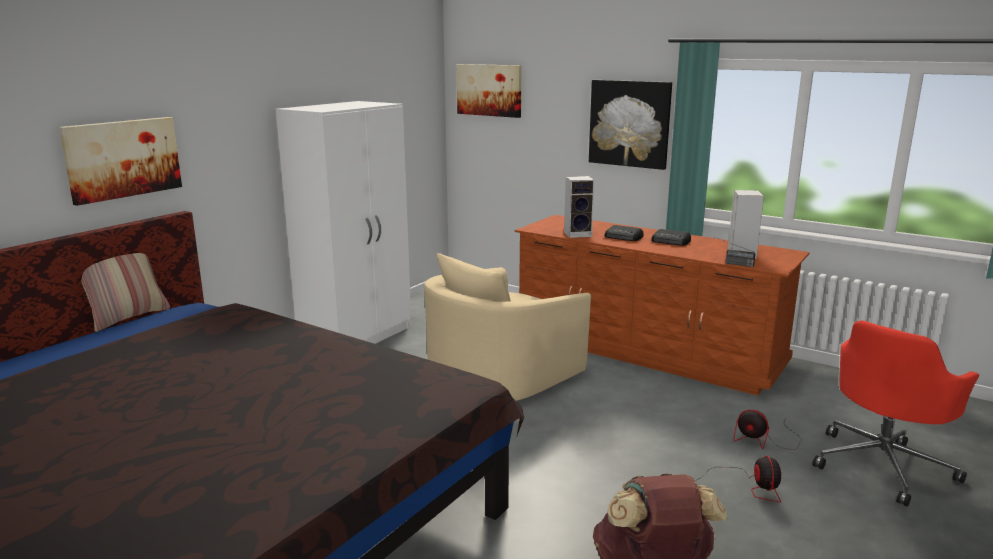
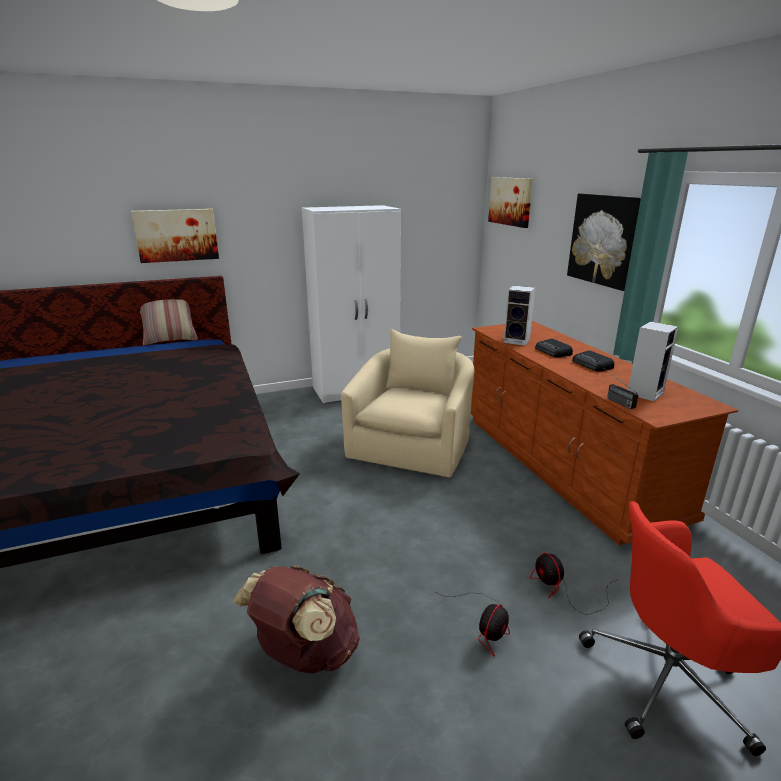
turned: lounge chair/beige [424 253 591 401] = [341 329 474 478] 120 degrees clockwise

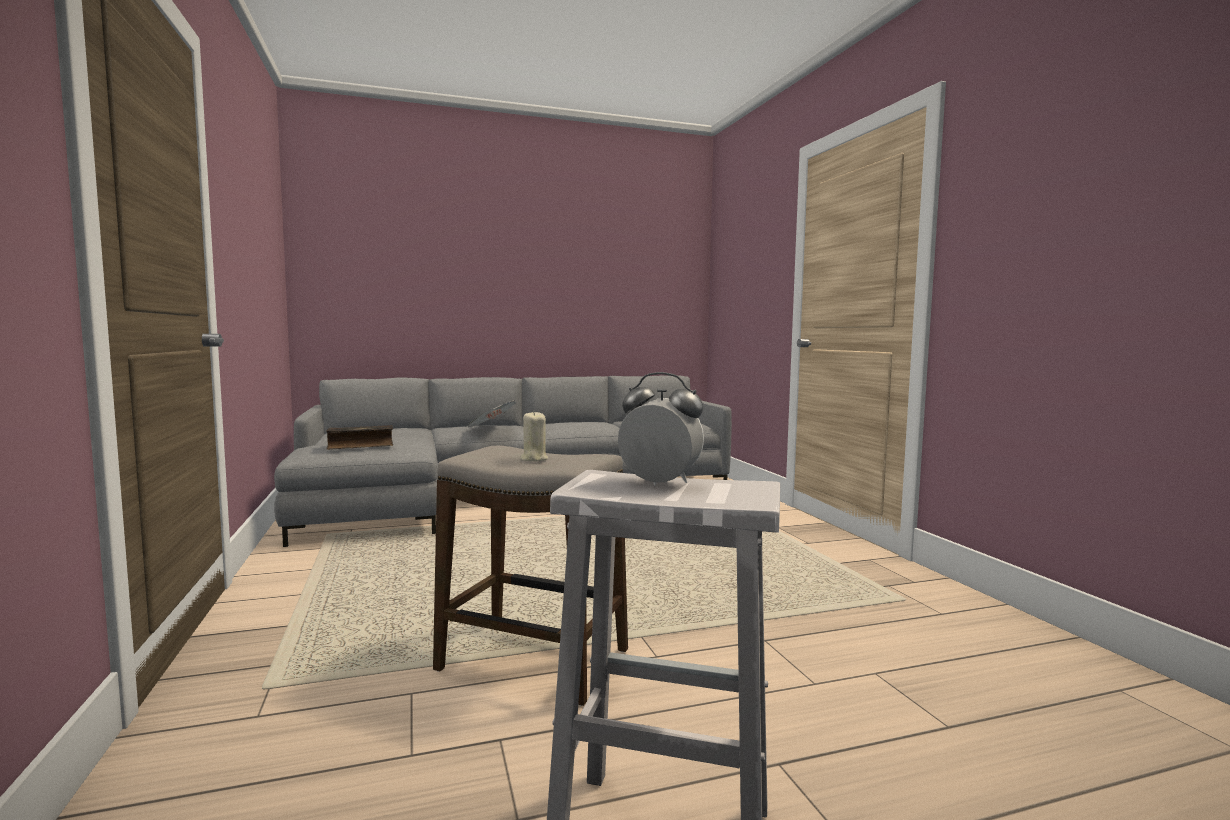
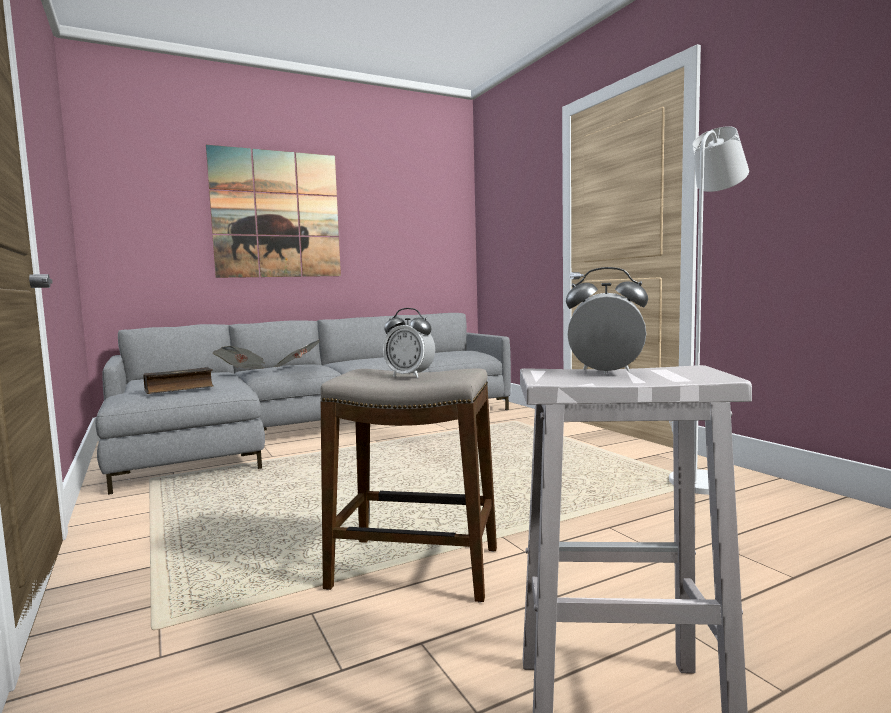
added: wall art [206 145 341 278]; newspaper [213 346 265 369]; standing lamp/white [669 126 749 495]
replaced: wax candle/beige [520 411 548 462] to bedside clock [383 308 435 378]

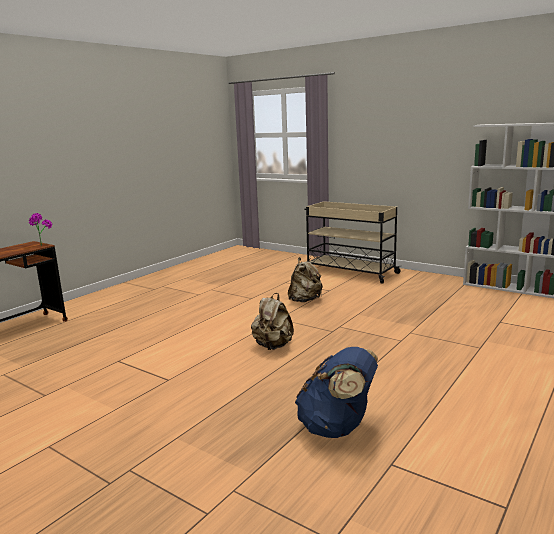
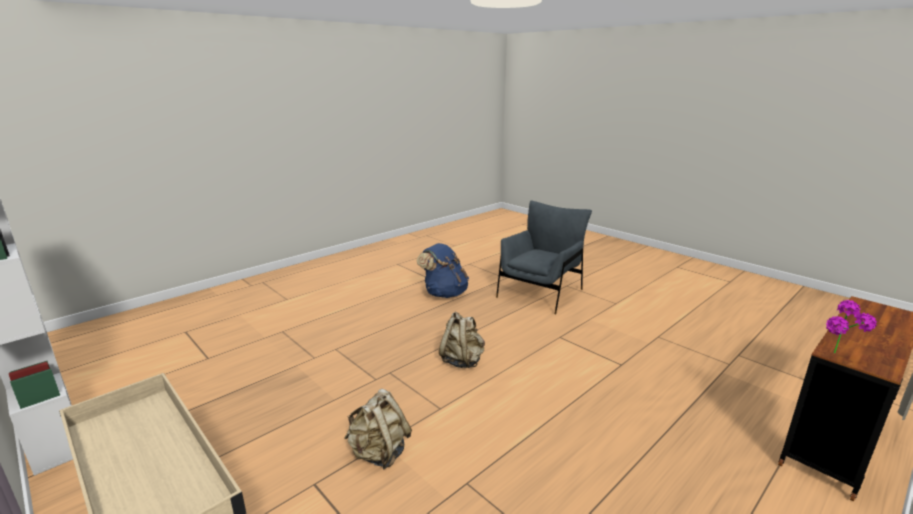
added: lounge chair/grey [496 200 592 314]

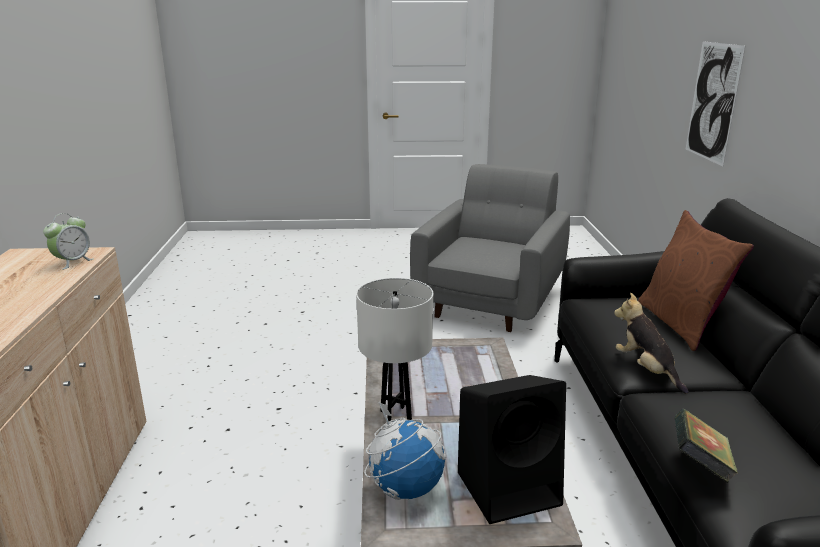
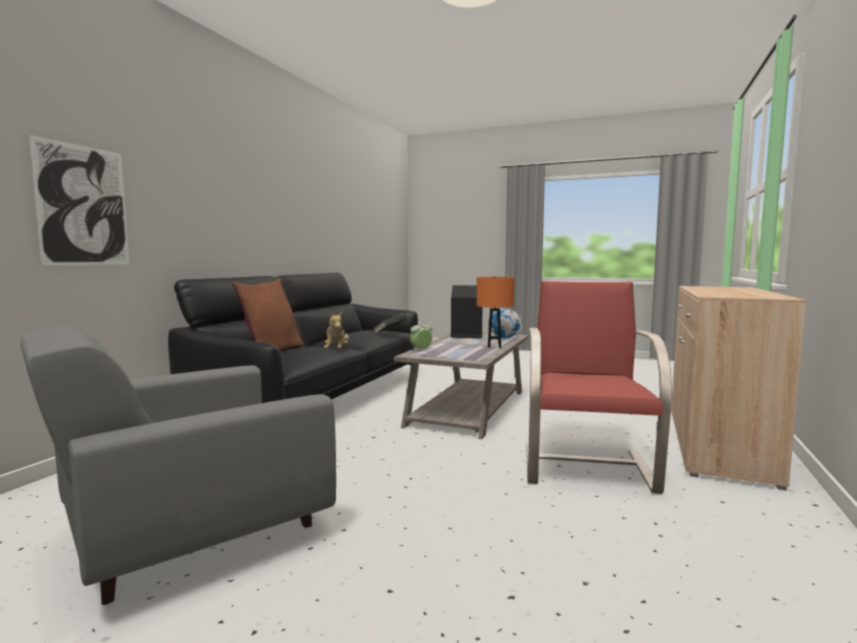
added: lounge chair/red [526 281 672 494]
moved: bedside clock [43 213 94 270] to [410 321 432 351]
recoloured: table lamp/white [356 278 433 421] to table lamp/orangey [477 277 514 348]

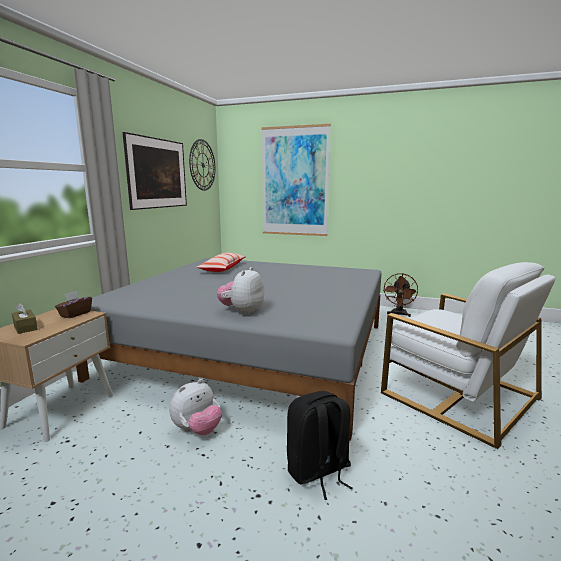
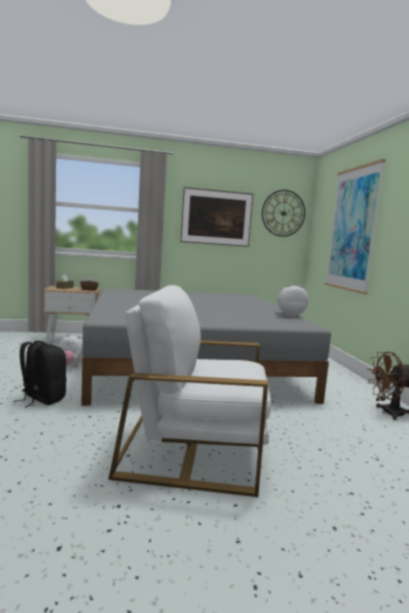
removed: cushion [196 252 245 272]
moved: cuddly toy [217 267 264 315] to [277 284 308 317]
turned: lounge chair/white [381 262 555 449] = [108 285 271 497] 75 degrees clockwise

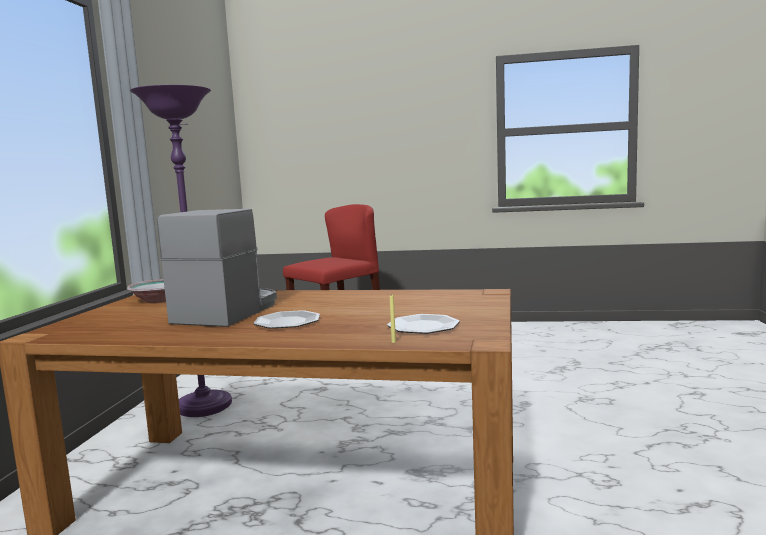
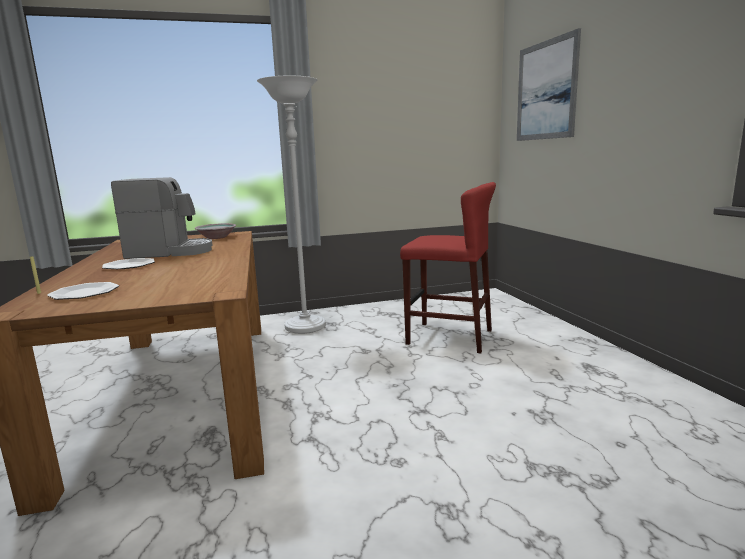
added: wall art [517 28 581 141]
recoloured: standing lamp/purple-coloured [130 85 232 417] to standing lamp/white [257 76 326 334]

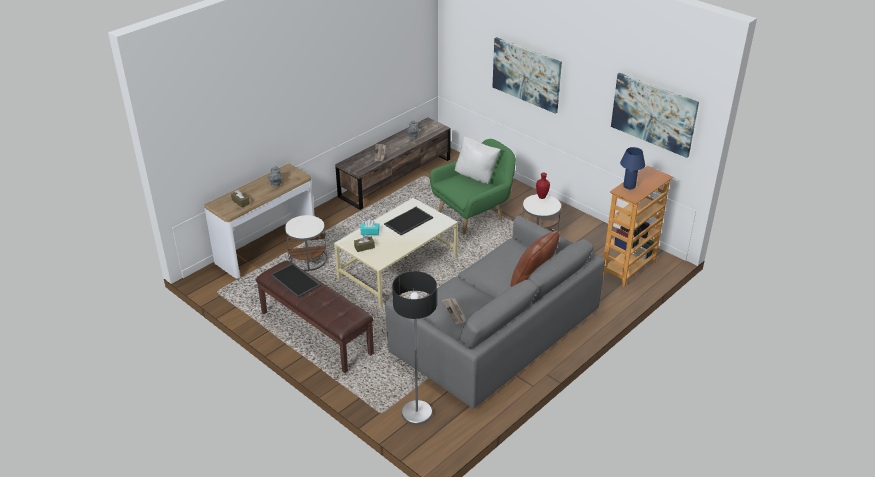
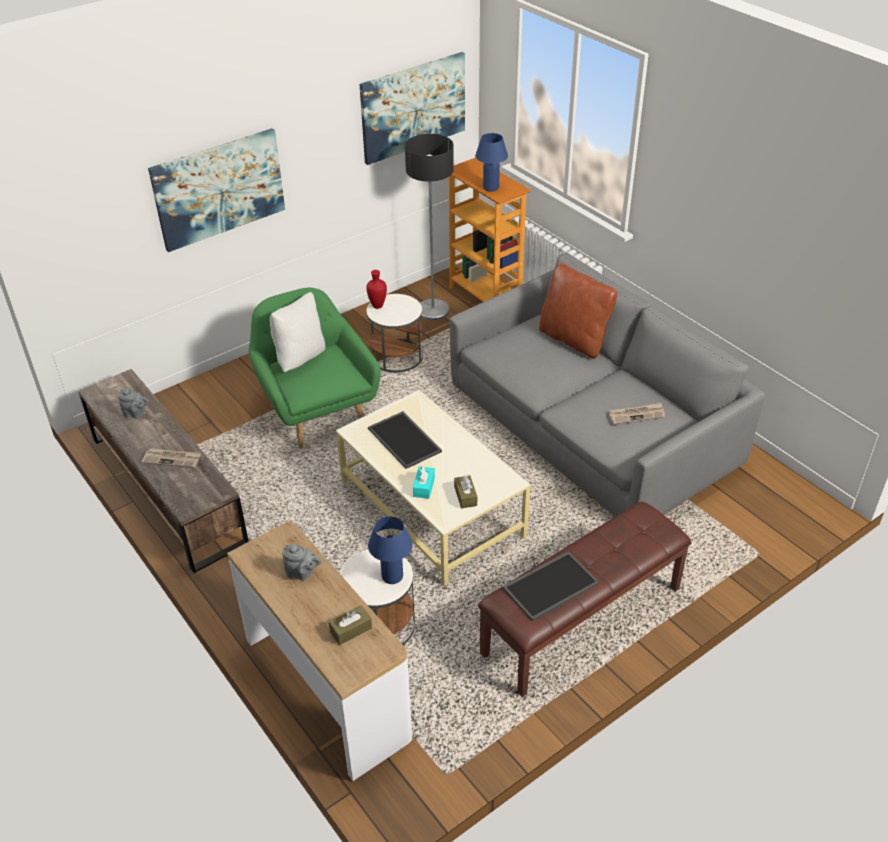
added: table lamp/blue [368 516 413 584]
moved: standing lamp [392 271 437 425] to [405 134 454 320]

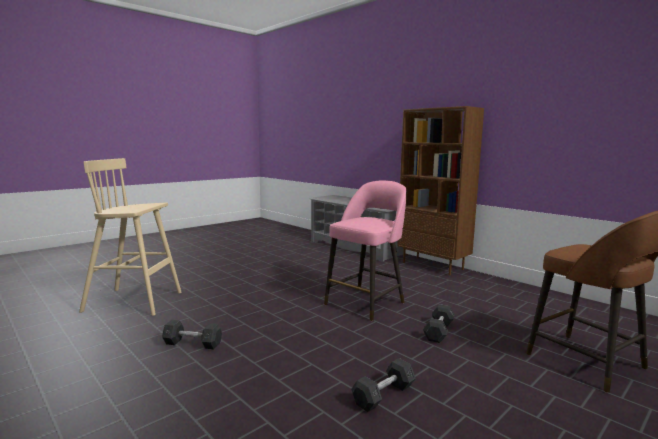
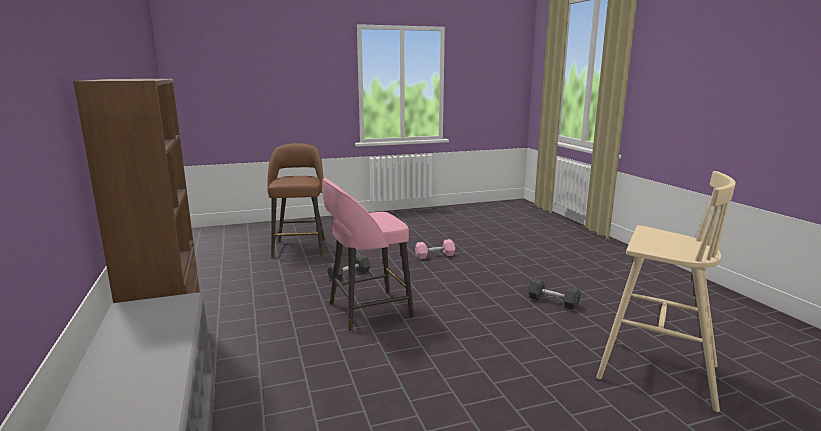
recoloured: hand weight/grey [351 358 416 412] to hand weight/pink-coloured [415 239 455 259]

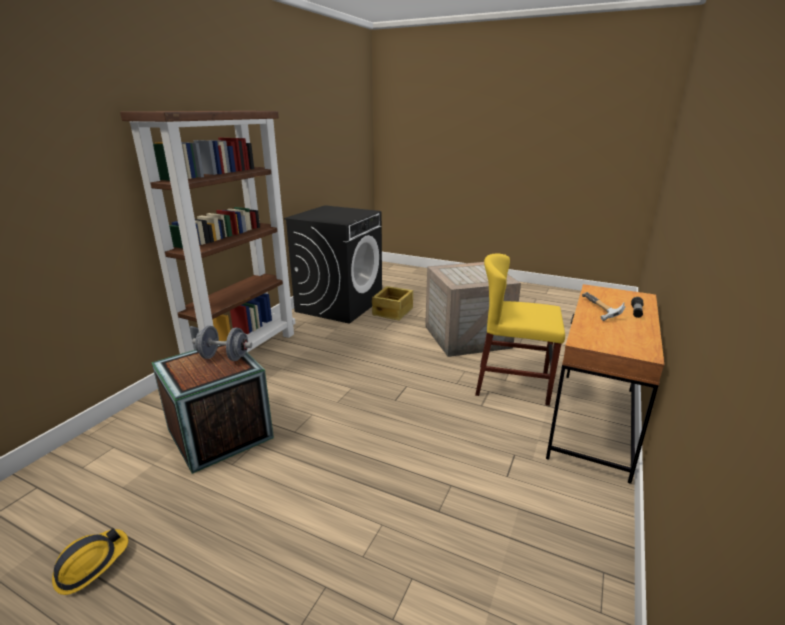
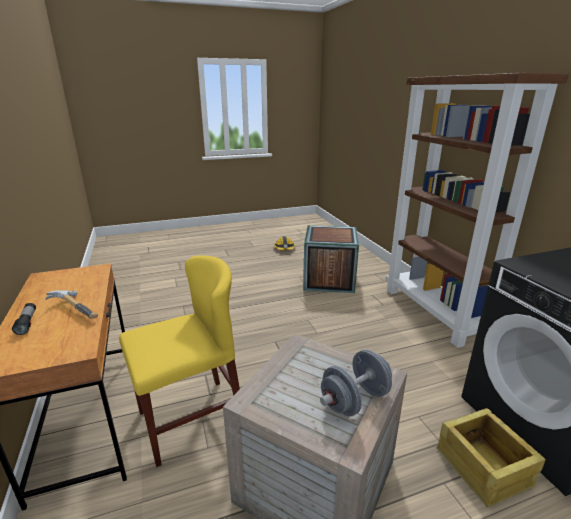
moved: hand weight/grey [192 326 252 361] to [320 350 392 417]

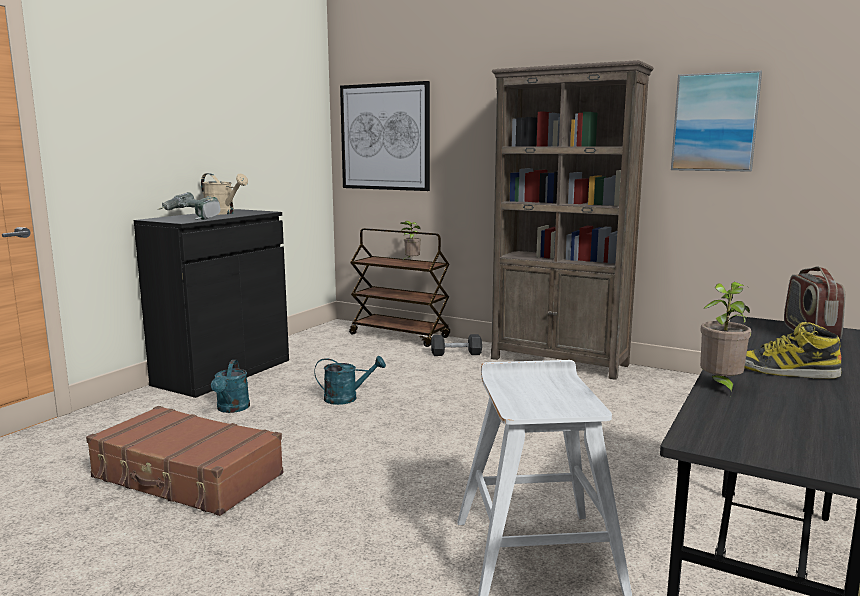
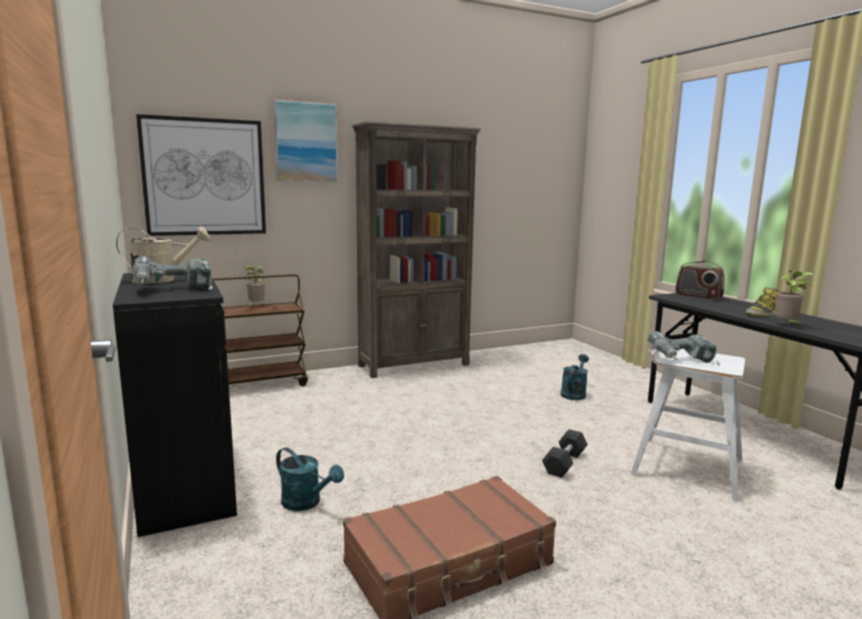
added: power drill [648 331 720 365]
moved: watering can/turquoise [314 356 386 405] to [561 354 589 400]; hand weight/blackish [431 334 482 356] to [542 429 588 477]; wall art [671 70 762 172] to [273 99 338 182]

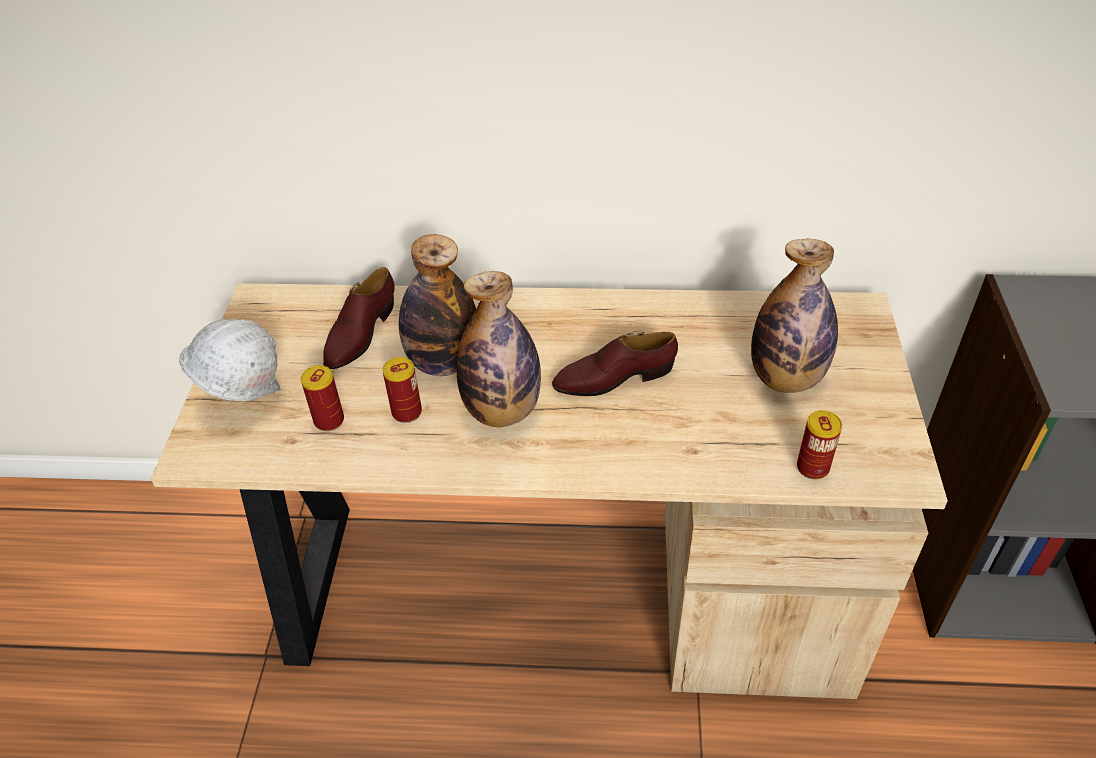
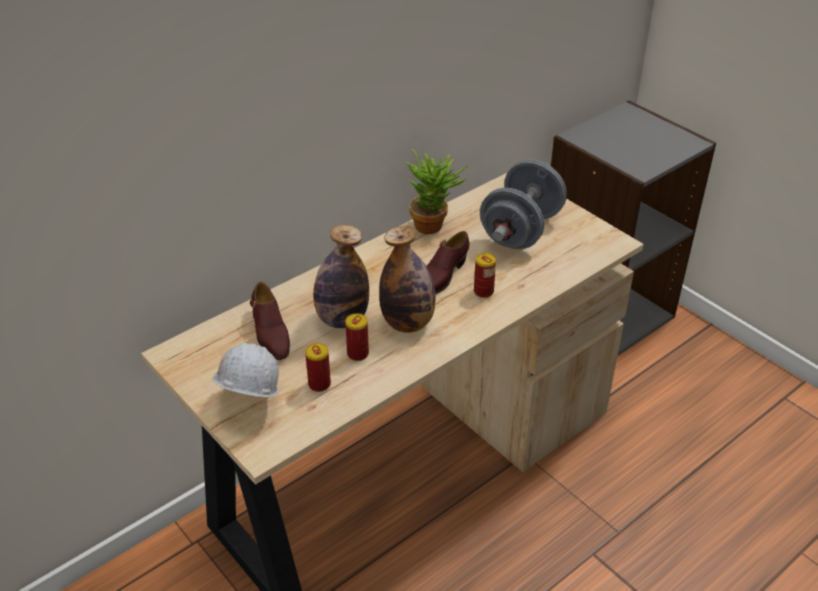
added: houseplant [406 149 469 234]
moved: can [797 410 842 480] to [474 253 496 298]
replaced: bottle [751 238 838 393] to hand weight/grey [480 159 567 249]

